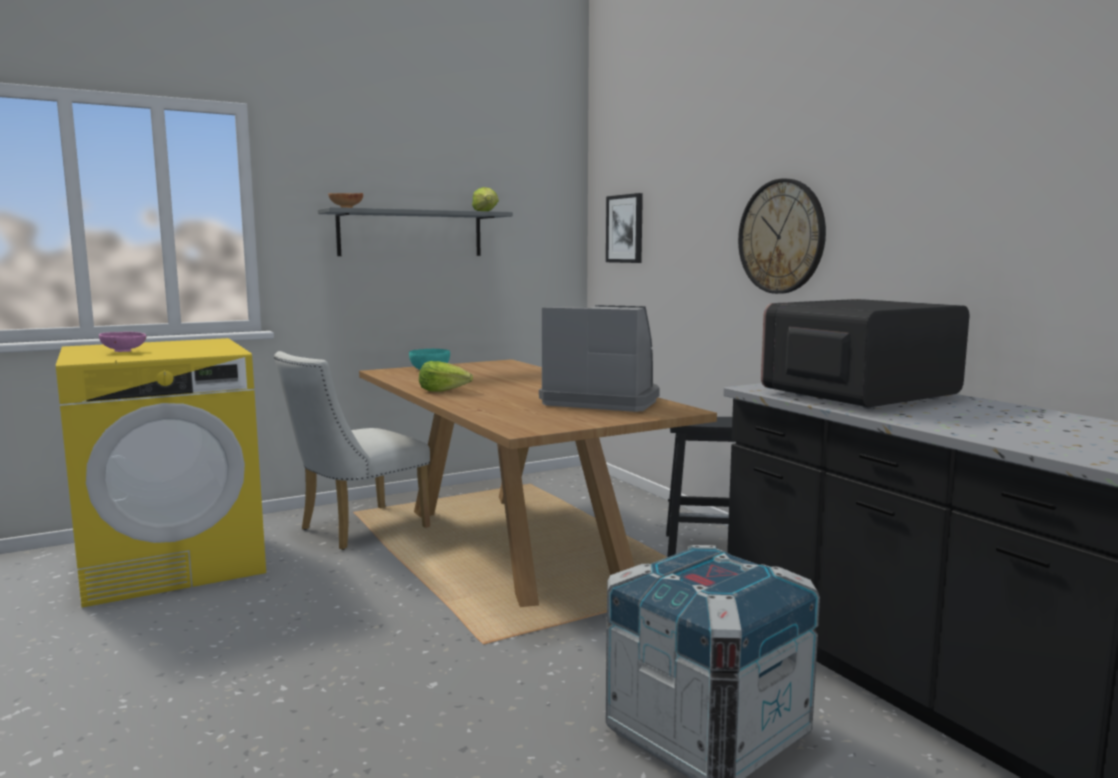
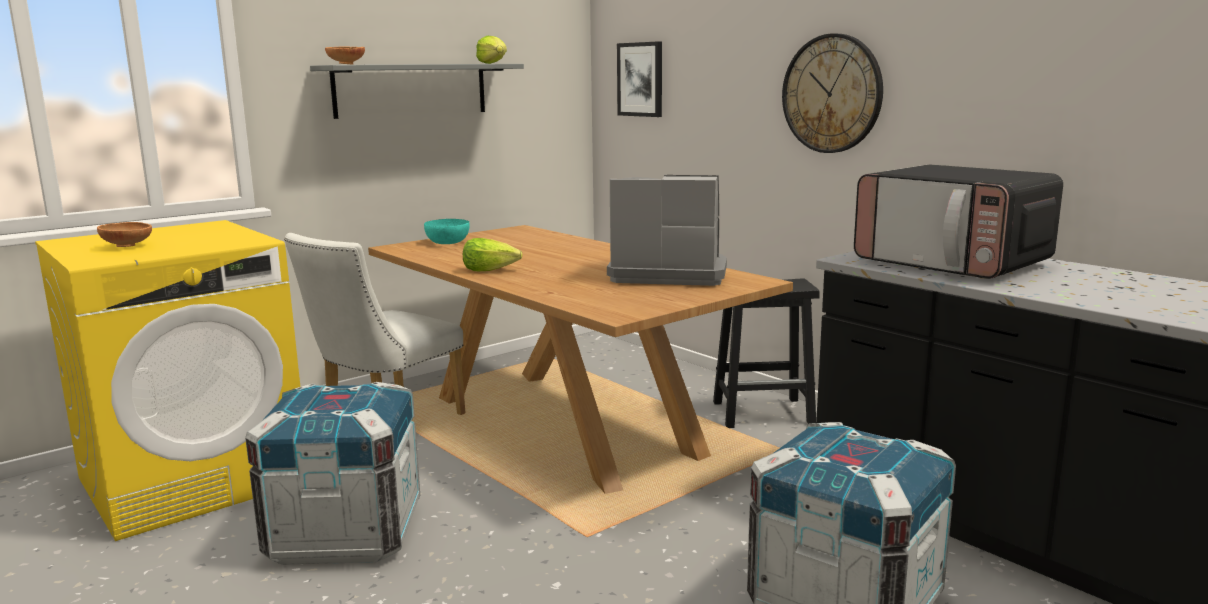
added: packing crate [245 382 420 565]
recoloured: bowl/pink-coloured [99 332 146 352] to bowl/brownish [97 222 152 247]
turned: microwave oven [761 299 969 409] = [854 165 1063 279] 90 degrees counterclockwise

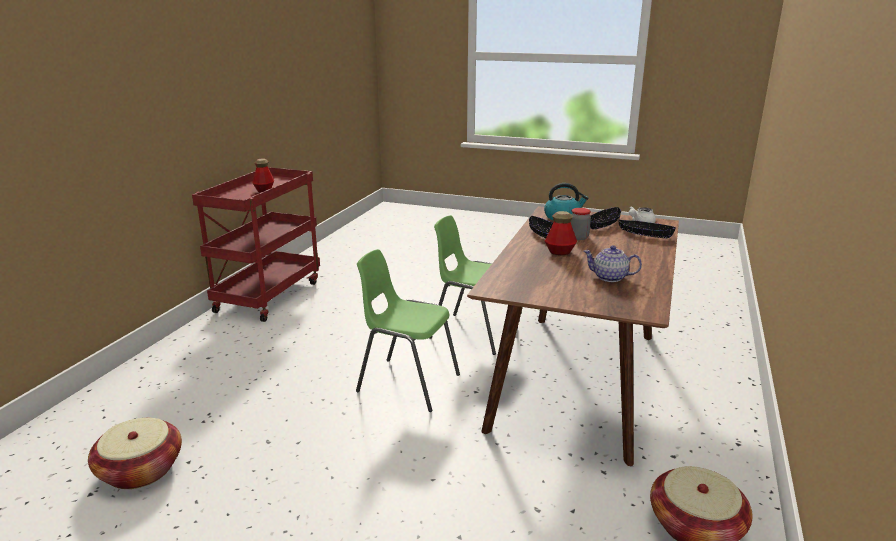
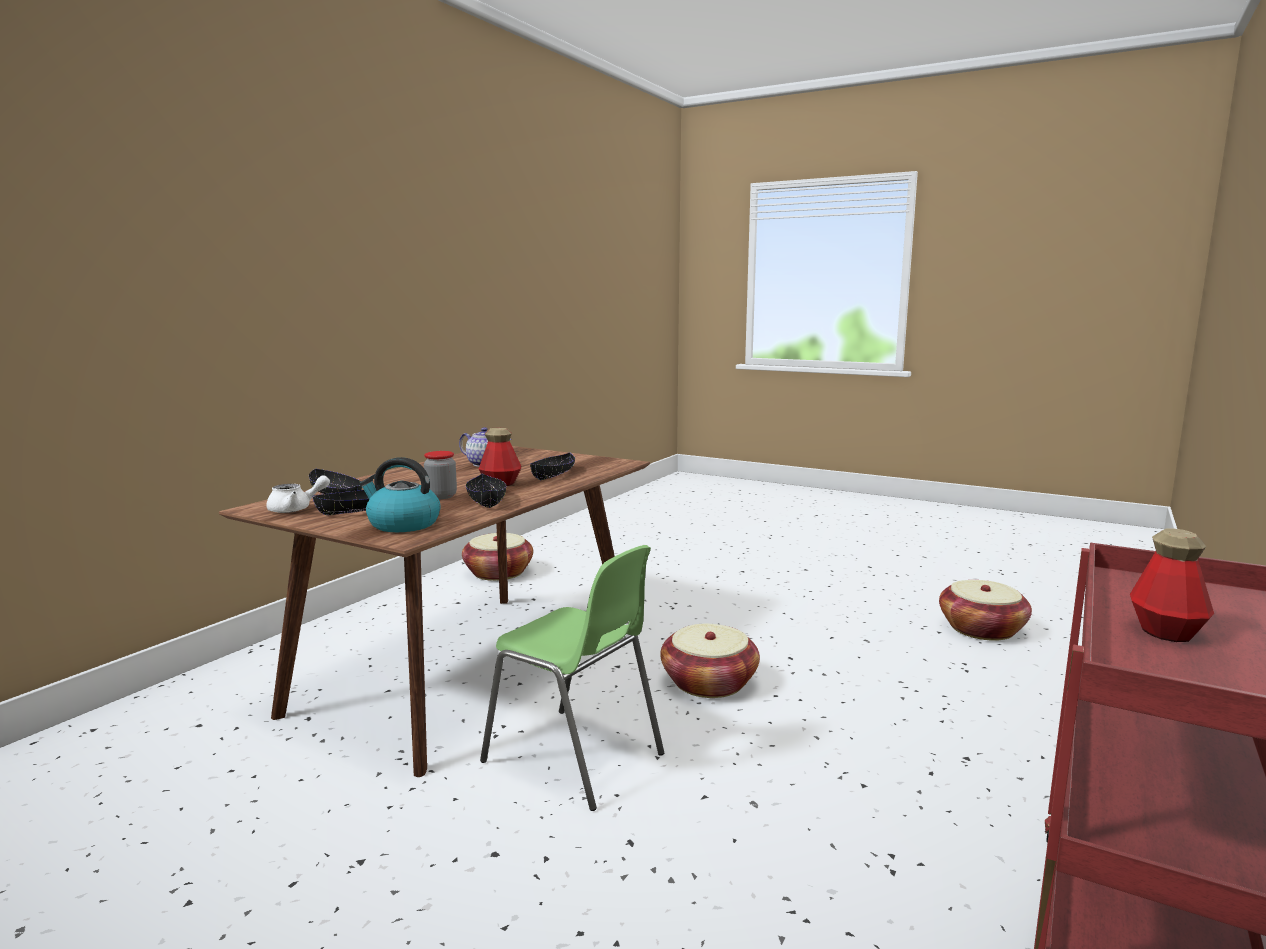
added: bowl/blackish [530 453 575 480]
replaced: upright chair/green [356 249 460 412] to household basket [660 624 760 698]

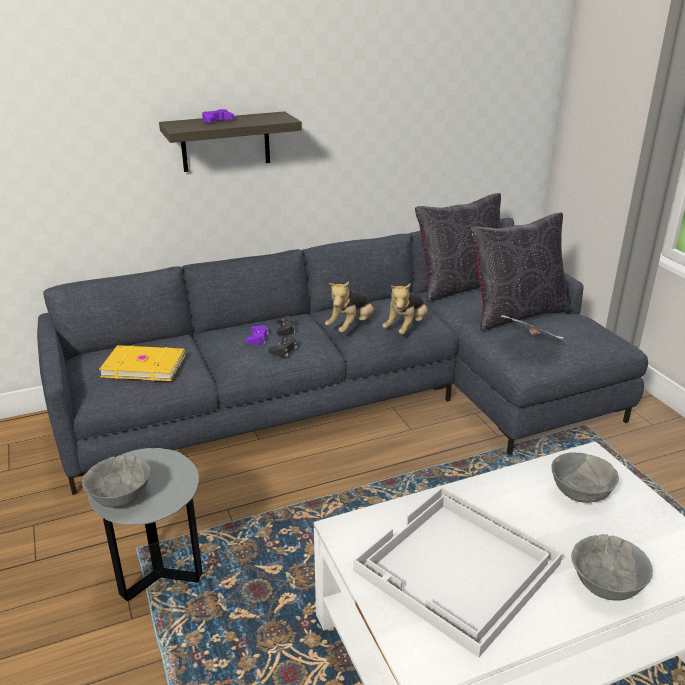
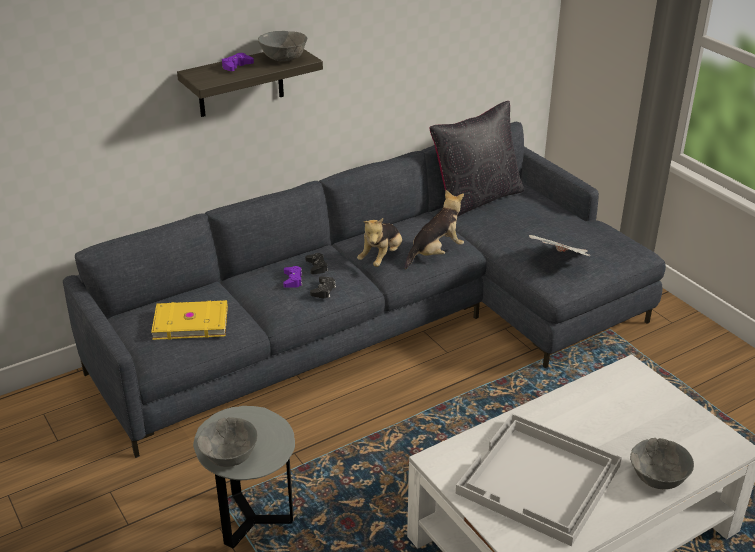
removed: cushion/blackish [470 212 571 331]
moved: bowl/grey [551 452 619 503] to [258 31 307 61]
turned: cuddly toy [382 283 427 334] = [404 190 464 269] 150 degrees counterclockwise

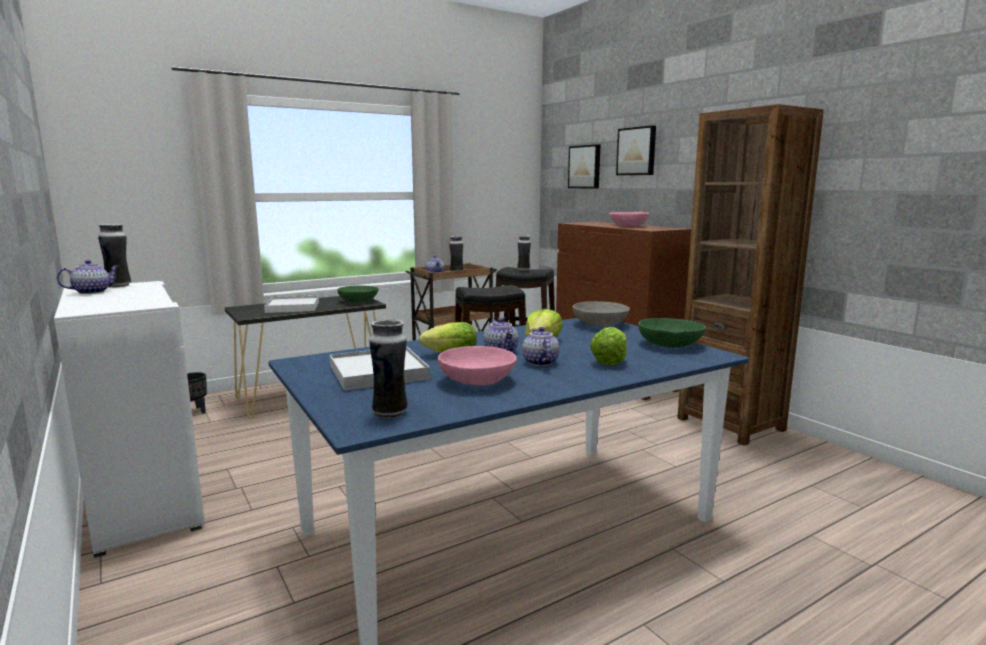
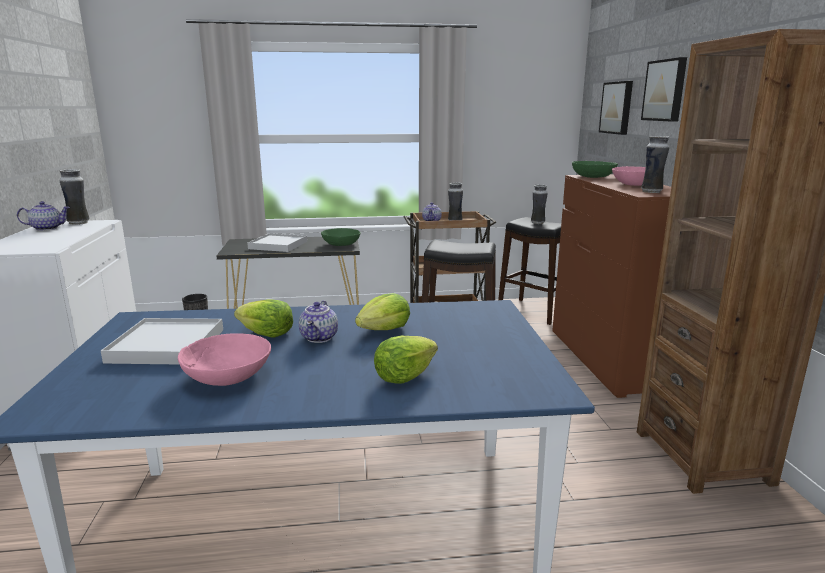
removed: tea pot [522 327 559 366]; bowl/grey [572 301 630 327]
moved: vase [369 319 408 418] to [641 136 669 193]; bowl/green [638 318 706 348] to [572 161 618 178]

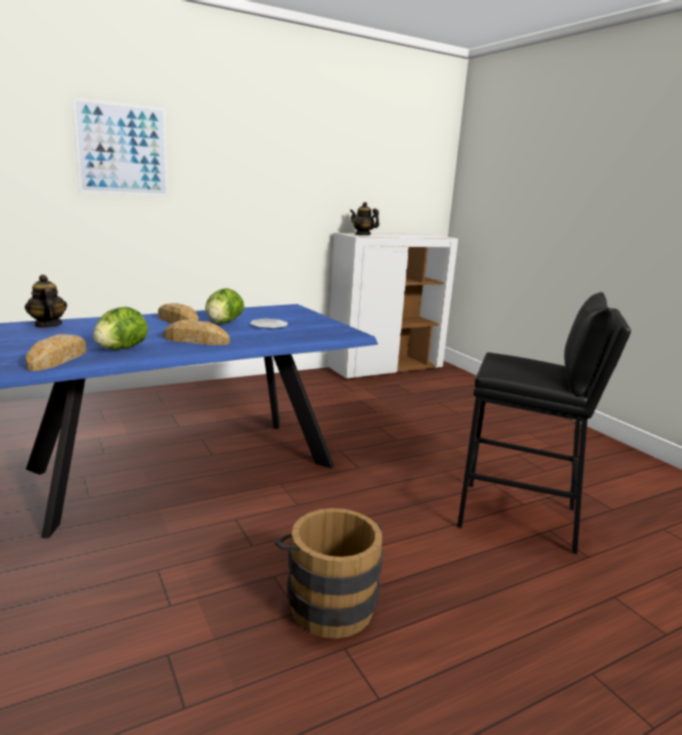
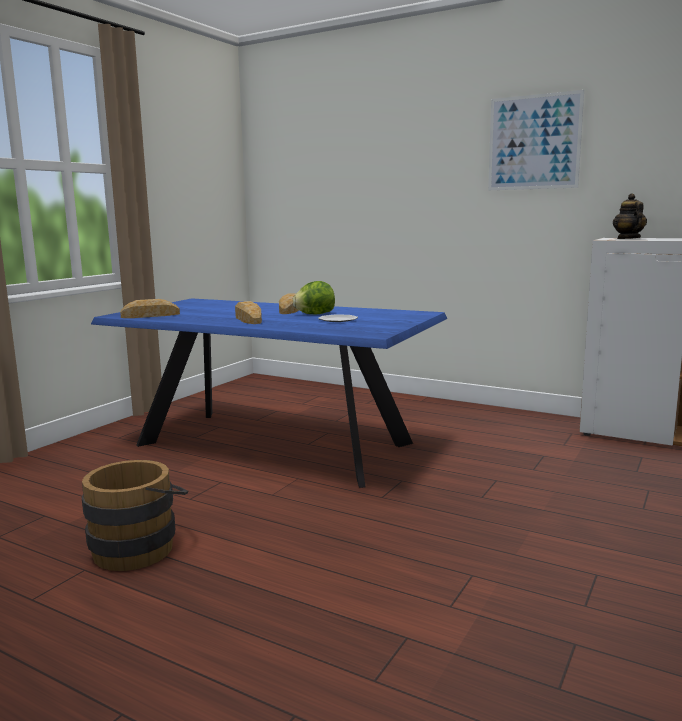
removed: tea pot [25 275 67 328]; lettuce head [93 307 148 350]; sitting stool/blackish [457 292 631 554]
moved: wall art [72 97 168 197] to [488 90 584 190]

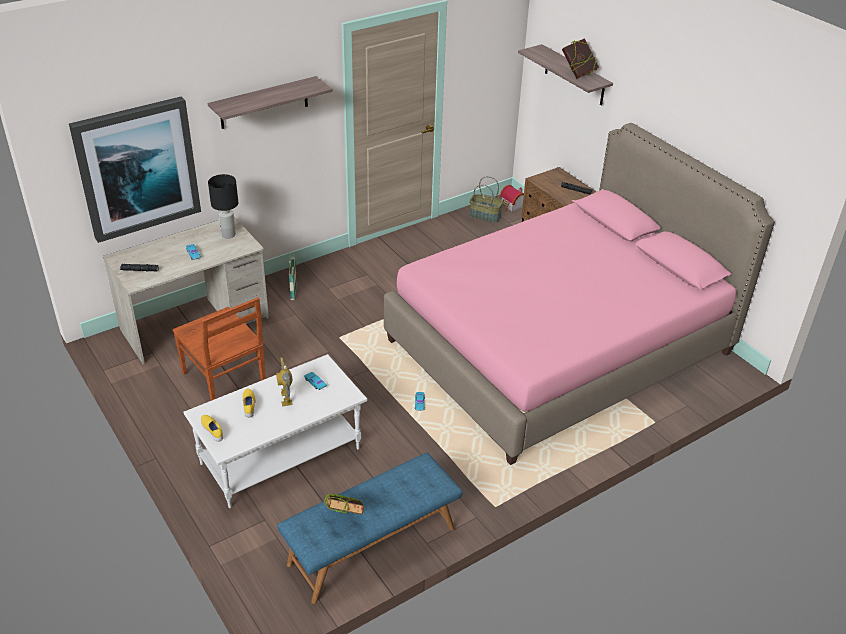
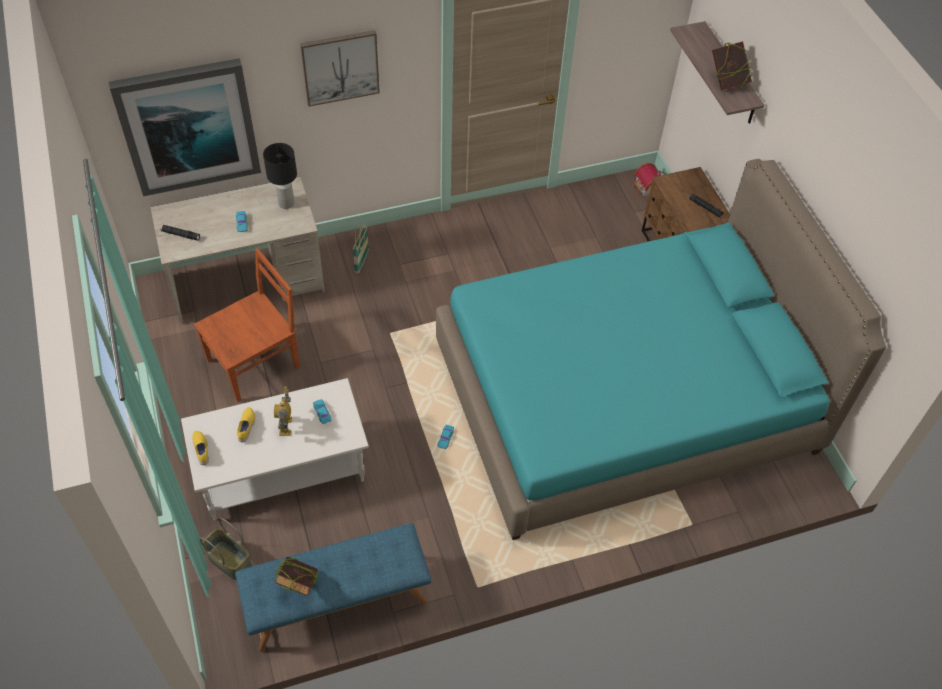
moved: household basket [469 176 503 223] to [200 518 252 580]
replaced: bracket shelf [207 76 333 129] to wall art [300 30 380 107]
recoloured: bed/pink-coloured [384 123 775 465] to bed/turquoise [436 159 886 540]
turned: upright chair/brownish [172 297 266 401] = [194 248 300 402] 105 degrees counterclockwise

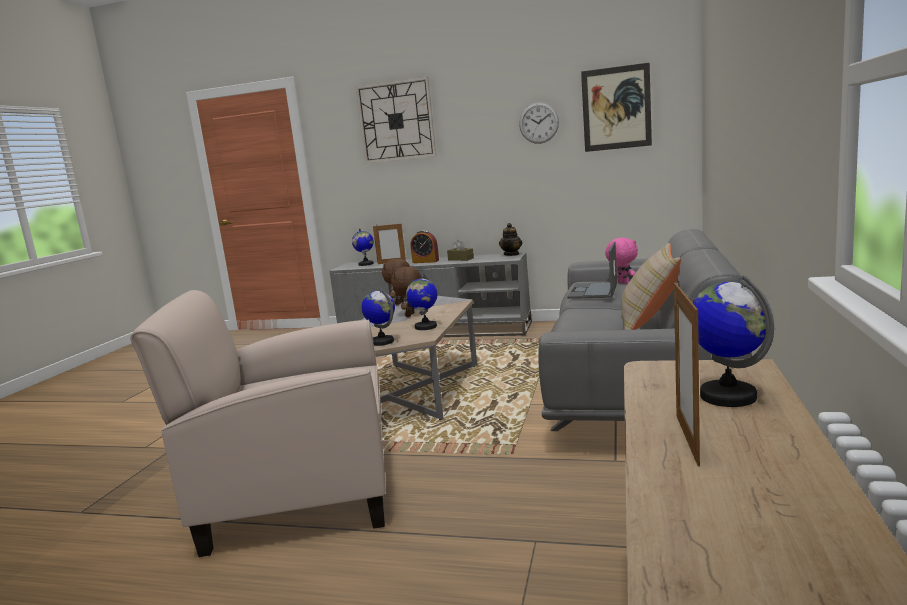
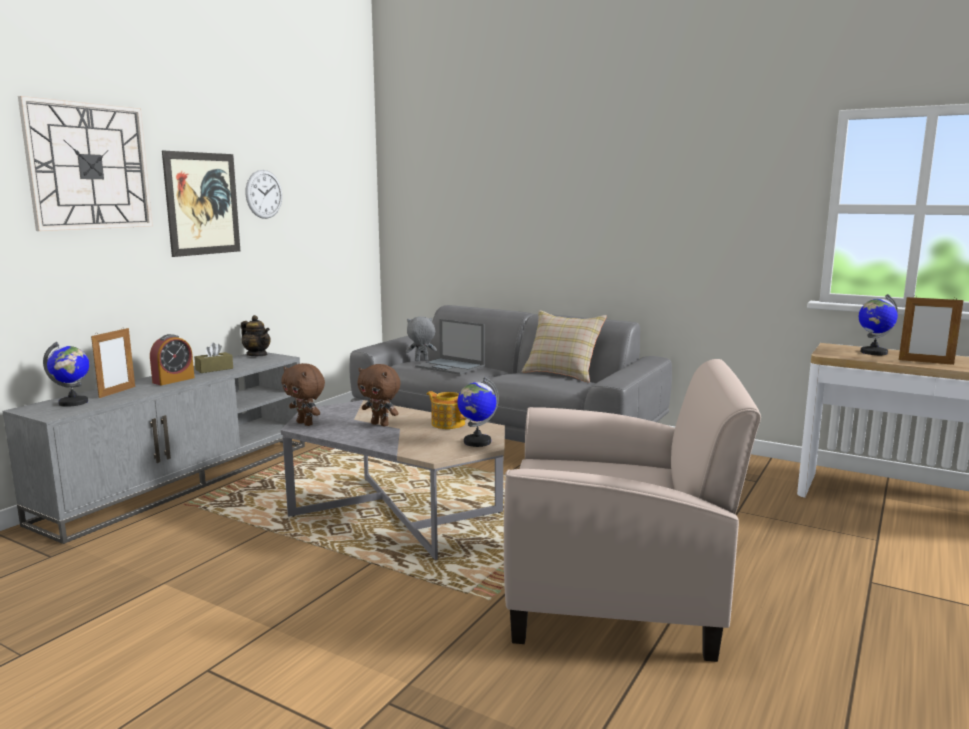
moved: wall art [581 63 652 152] to [162 151 240 257]
replaced: globe [406 274 437 330] to tea pot [426 391 467 429]
recoloured: cuddly toy/pink-coloured [605 238 638 284] to cuddly toy/grey [406 316 437 361]
turned: lounge chair/beige [130 290 385 557] = [504 359 761 662] 90 degrees counterclockwise

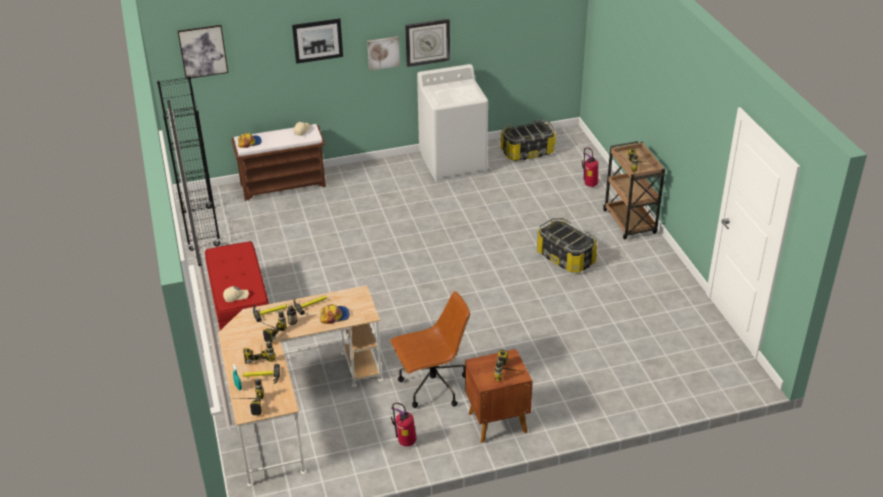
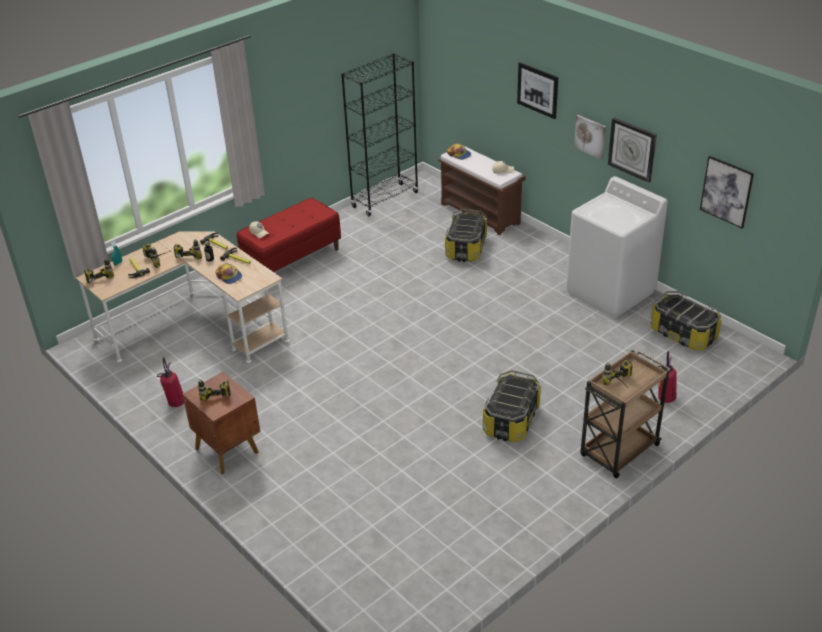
removed: office chair/brownish [390 291 470 408]
added: storage bin [445 209 487 262]
moved: wall art [178 25 228 79] to [700 156 754 228]

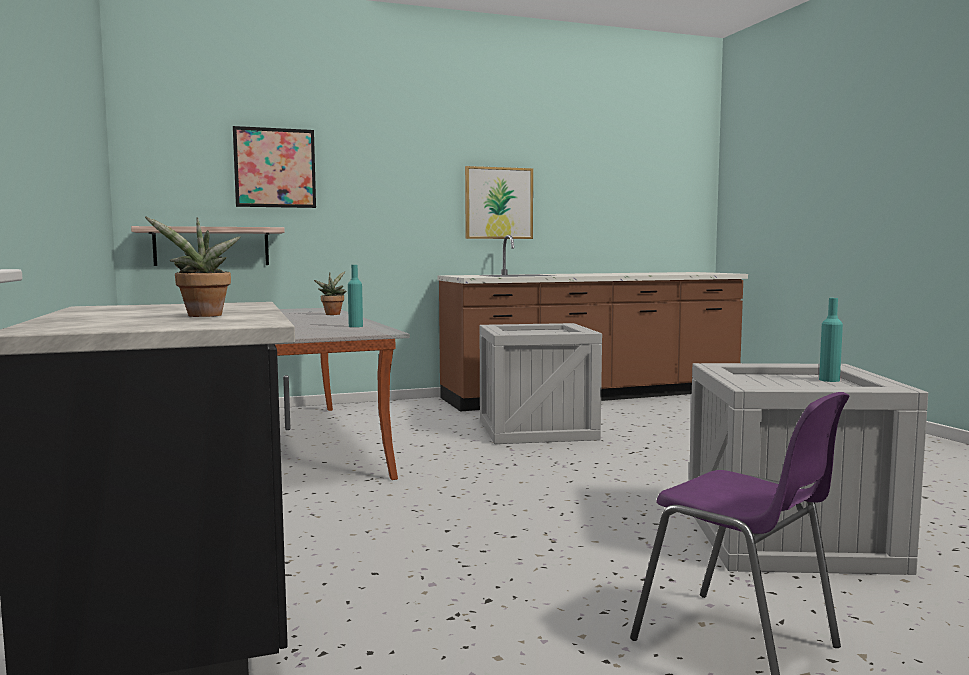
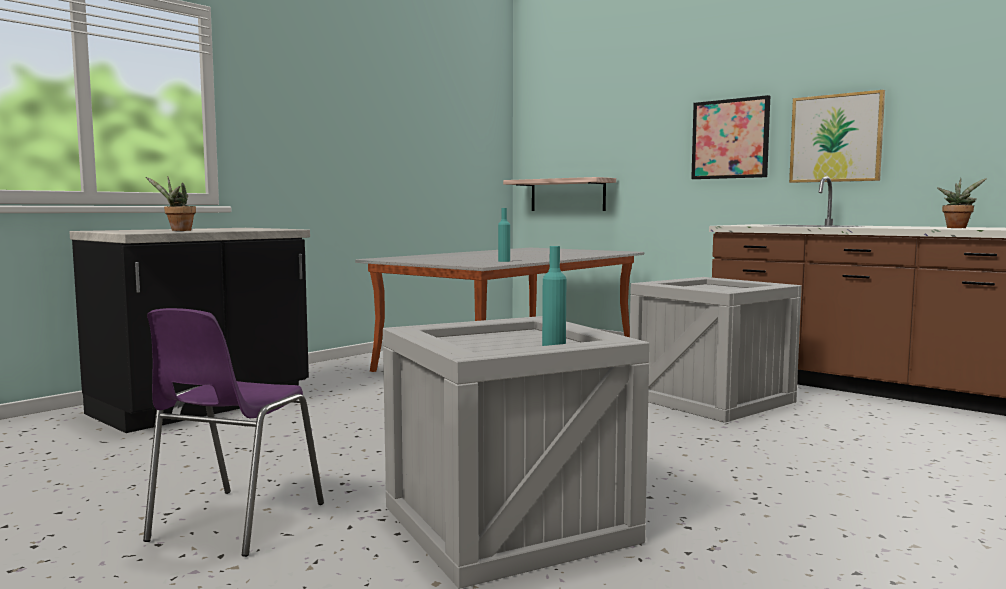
moved: wall art [233 126 316 208] to [691 95 770 179]; houseplant [314 271 346 315] to [937 178 987 228]

